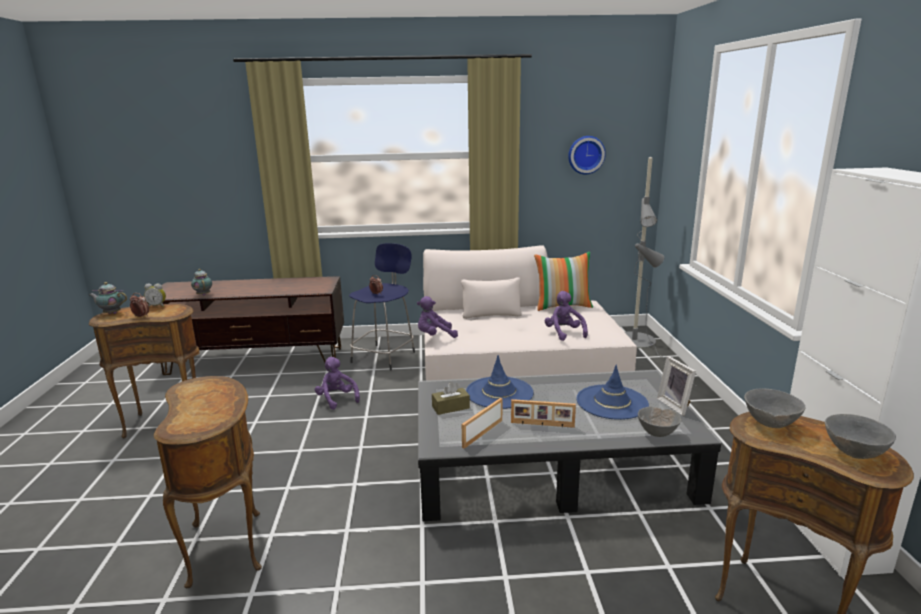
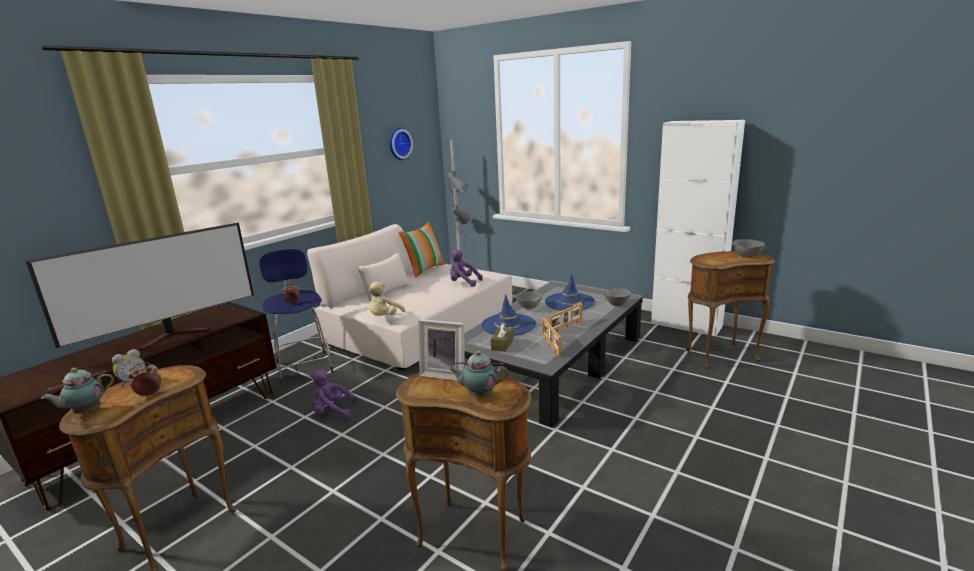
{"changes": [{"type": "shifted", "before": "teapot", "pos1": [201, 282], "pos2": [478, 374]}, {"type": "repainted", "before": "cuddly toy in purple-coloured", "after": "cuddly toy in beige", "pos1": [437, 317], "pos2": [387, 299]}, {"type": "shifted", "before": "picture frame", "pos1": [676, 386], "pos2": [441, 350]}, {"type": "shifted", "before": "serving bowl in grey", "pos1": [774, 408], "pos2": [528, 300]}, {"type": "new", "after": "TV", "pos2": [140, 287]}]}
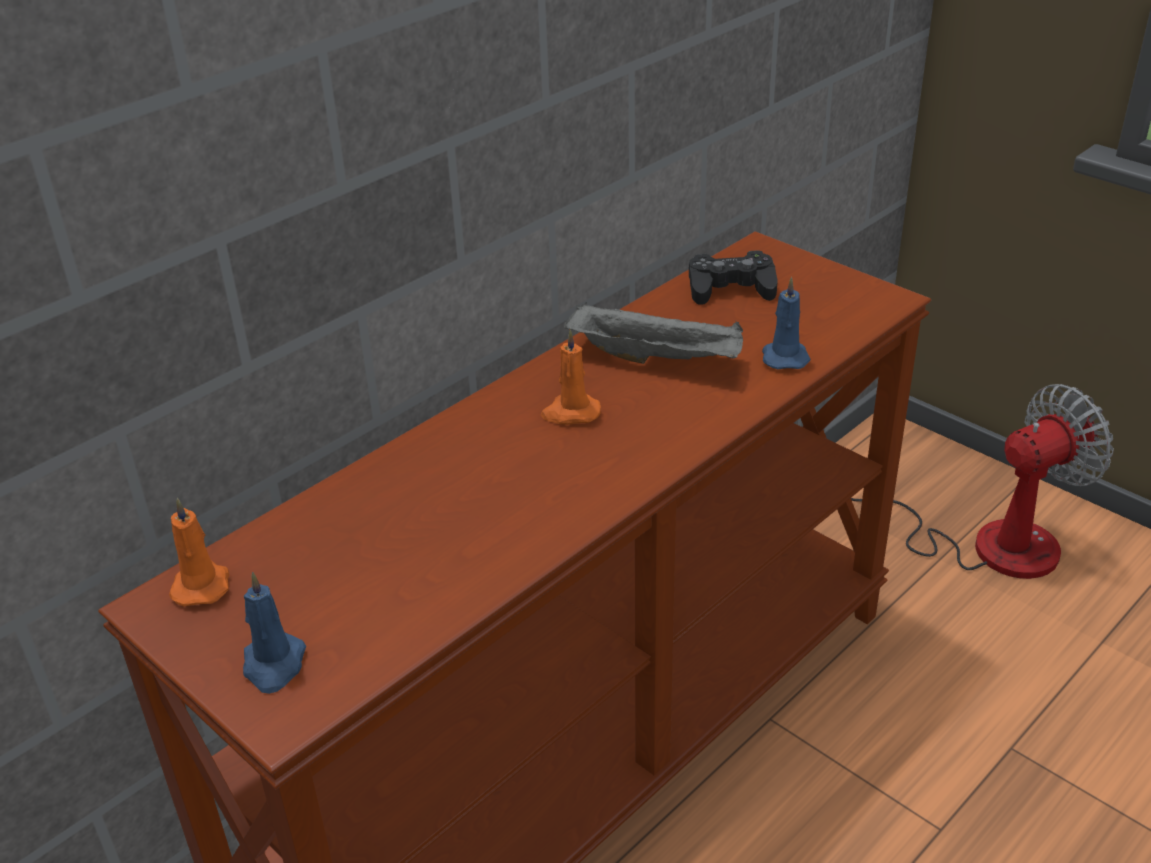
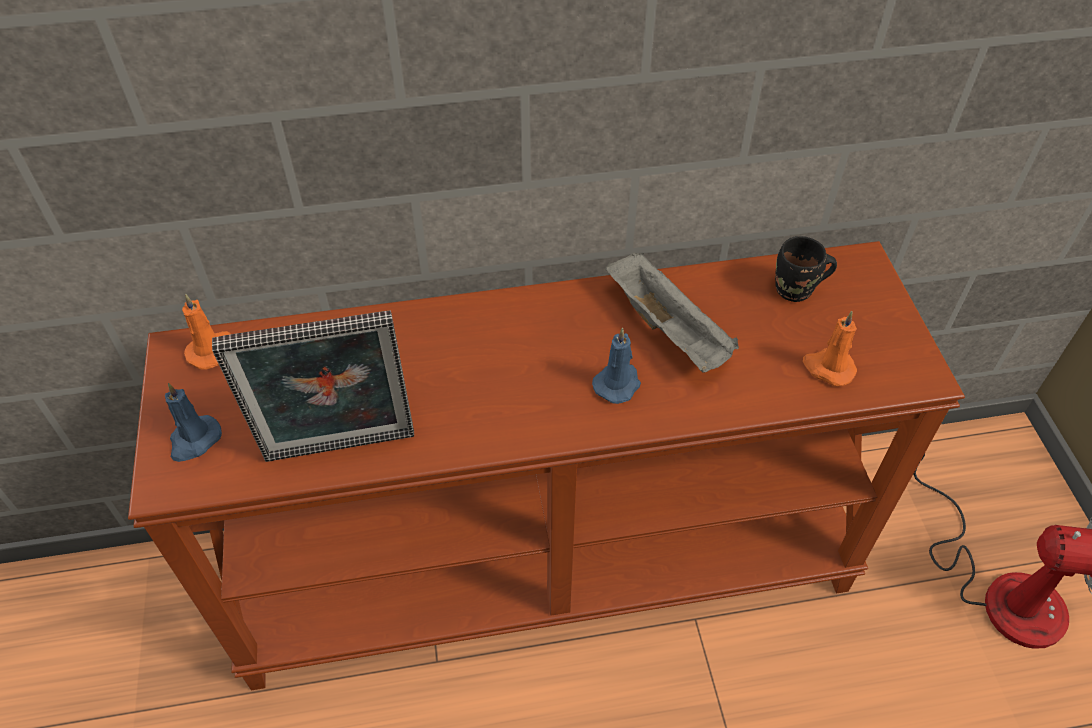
{"changes": [{"type": "shifted", "before": "wax light in orange-coloured", "pos1": [571, 377], "pos2": [830, 348]}, {"type": "swapped", "before": "game controller in blackish", "after": "mug in blackish", "pos1": [733, 277], "pos2": [806, 269]}, {"type": "shifted", "before": "wax light in bluish", "pos1": [786, 323], "pos2": [616, 365]}, {"type": "new", "after": "picture frame", "pos2": [313, 386]}]}
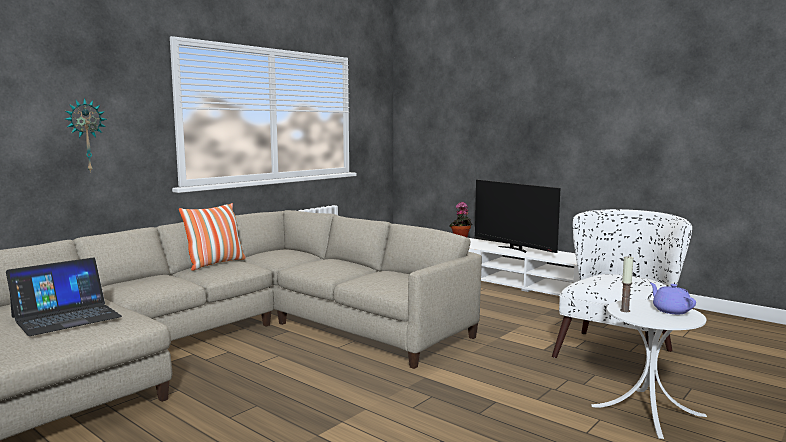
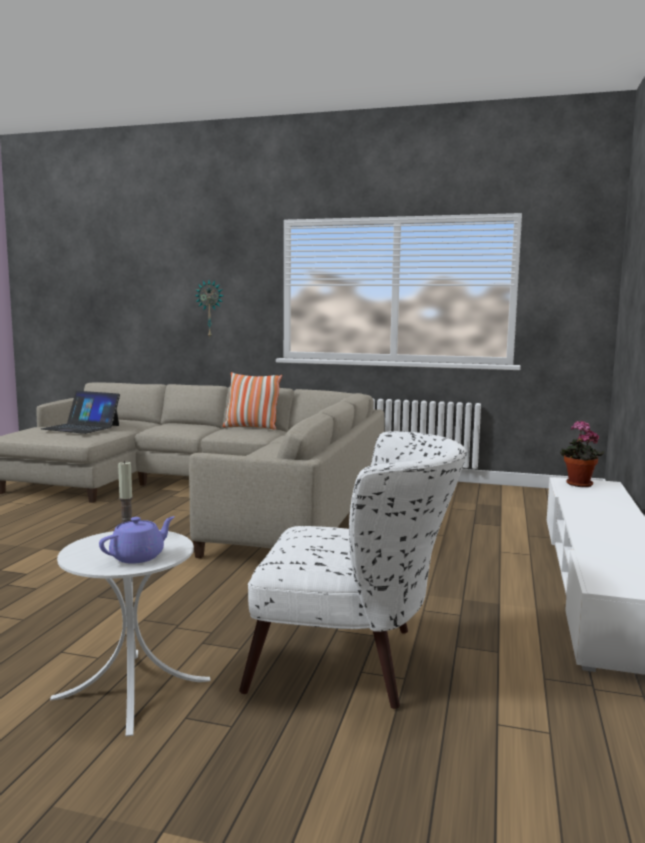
{"changes": [{"type": "gone", "before": "TV", "pos1": [517, 216]}]}
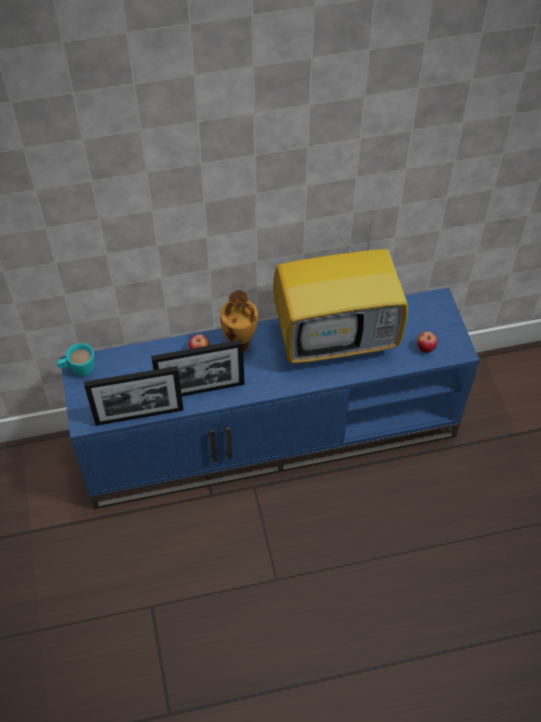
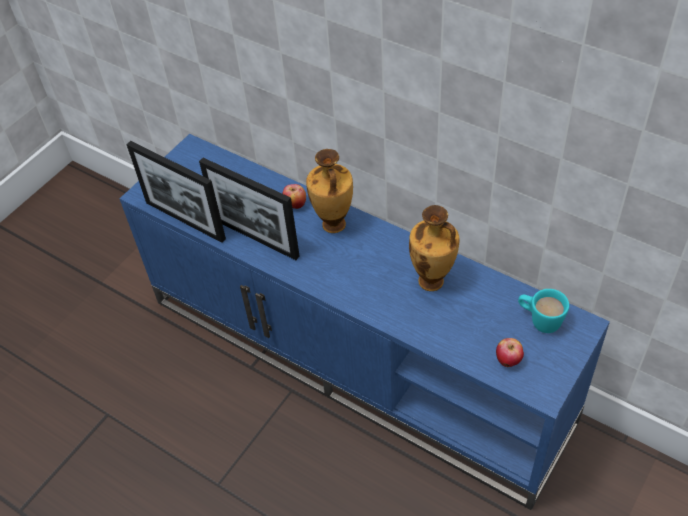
{"changes": [{"type": "shifted", "before": "mug in turquoise", "pos1": [75, 359], "pos2": [543, 311]}, {"type": "swapped", "before": "TV", "after": "flower vase", "pos1": [340, 284], "pos2": [434, 248]}]}
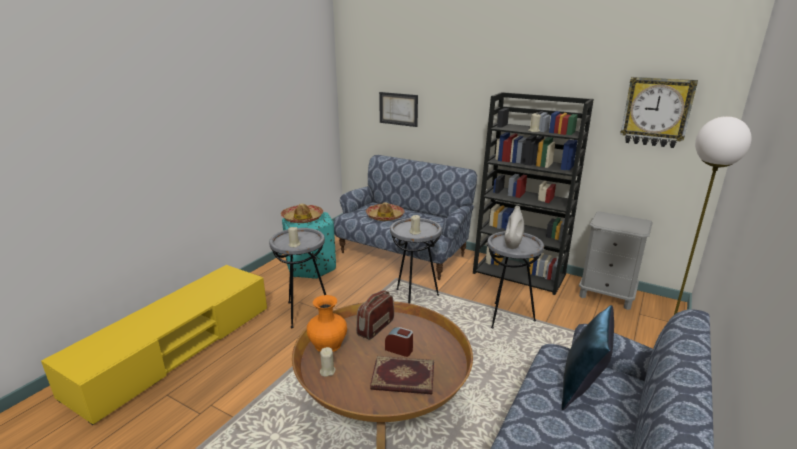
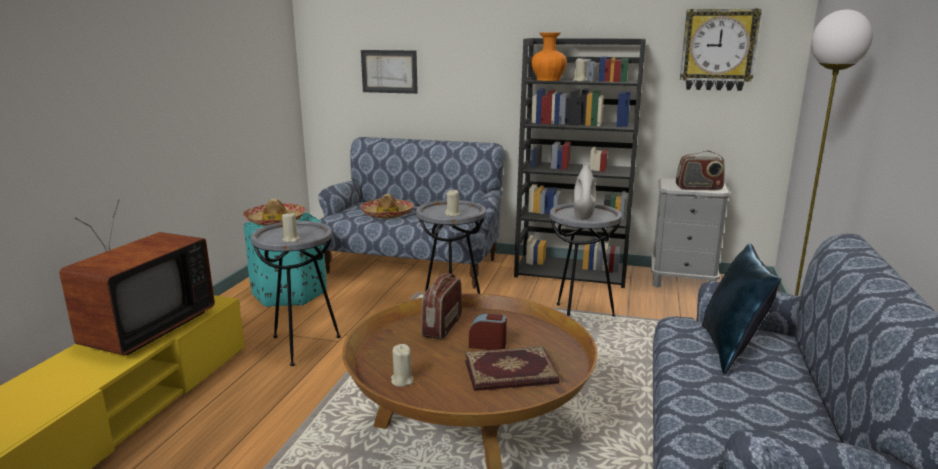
{"changes": [{"type": "shifted", "before": "flower vase in orange-coloured", "pos1": [327, 323], "pos2": [549, 56]}, {"type": "new", "after": "TV", "pos2": [137, 277]}, {"type": "new", "after": "radio receiver", "pos2": [700, 170]}]}
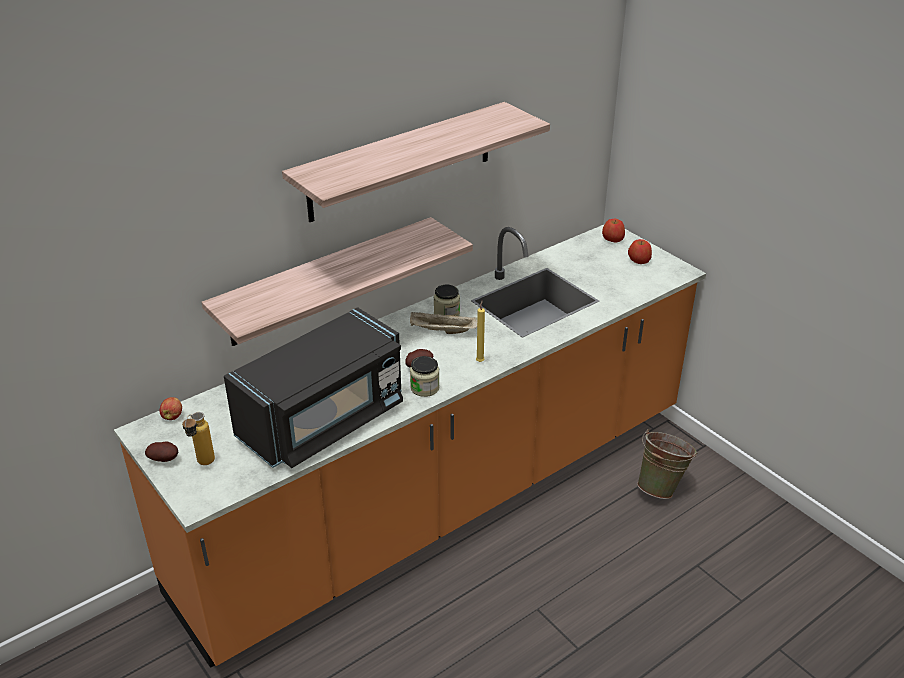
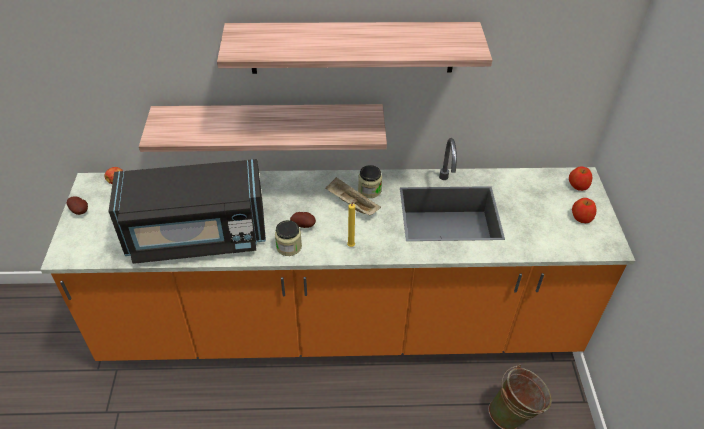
{"changes": [{"type": "gone", "before": "drink bottle", "pos1": [198, 438]}]}
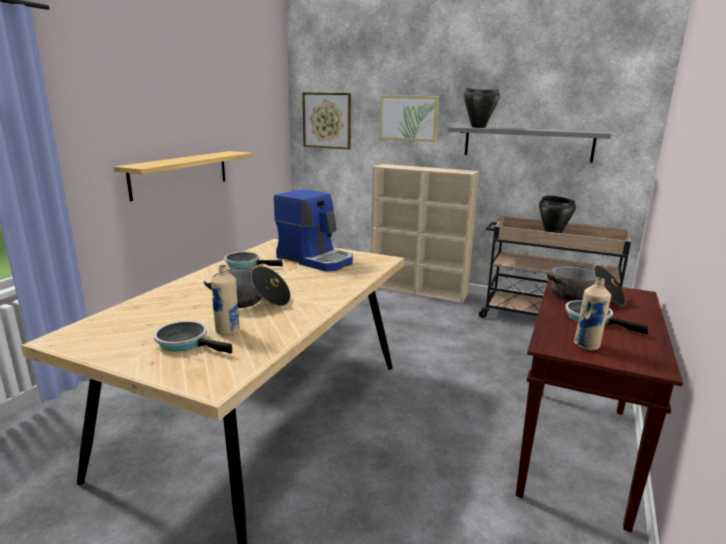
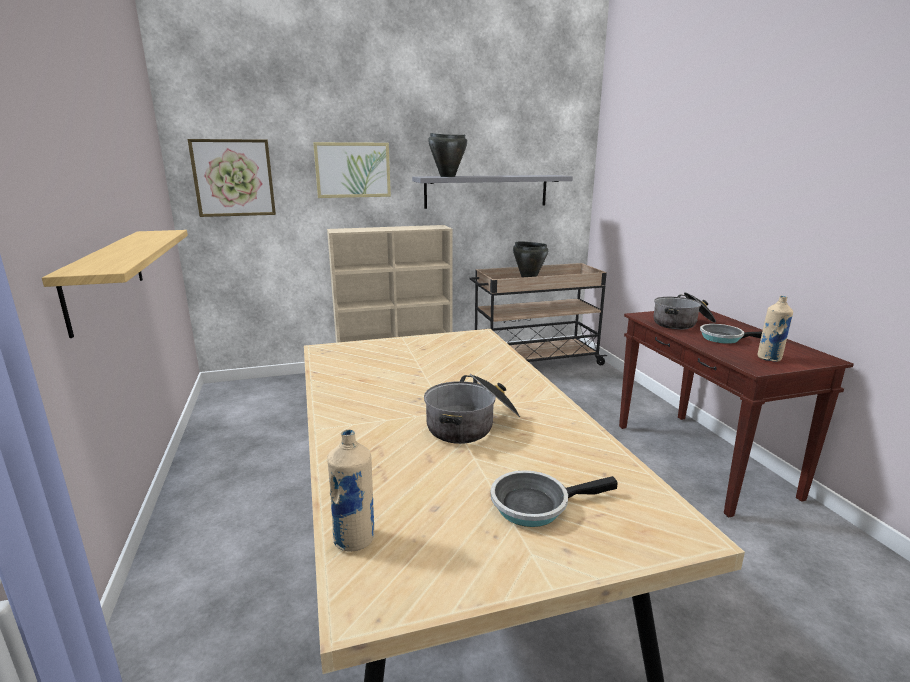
{"changes": [{"type": "shifted", "before": "drink bottle in beige", "pos1": [225, 300], "pos2": [351, 490]}, {"type": "gone", "before": "frying pan", "pos1": [253, 260]}, {"type": "gone", "before": "coffee machine", "pos1": [313, 230]}]}
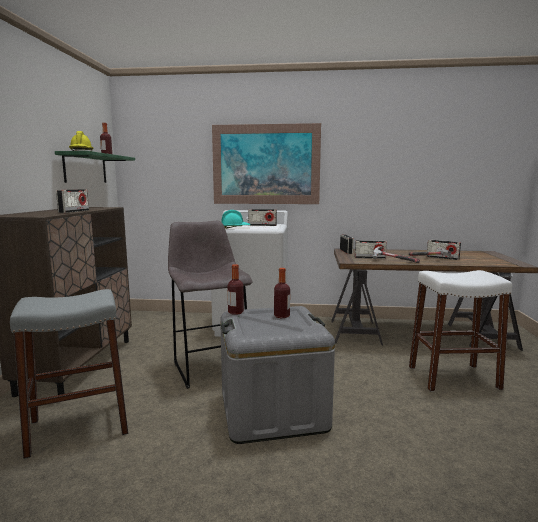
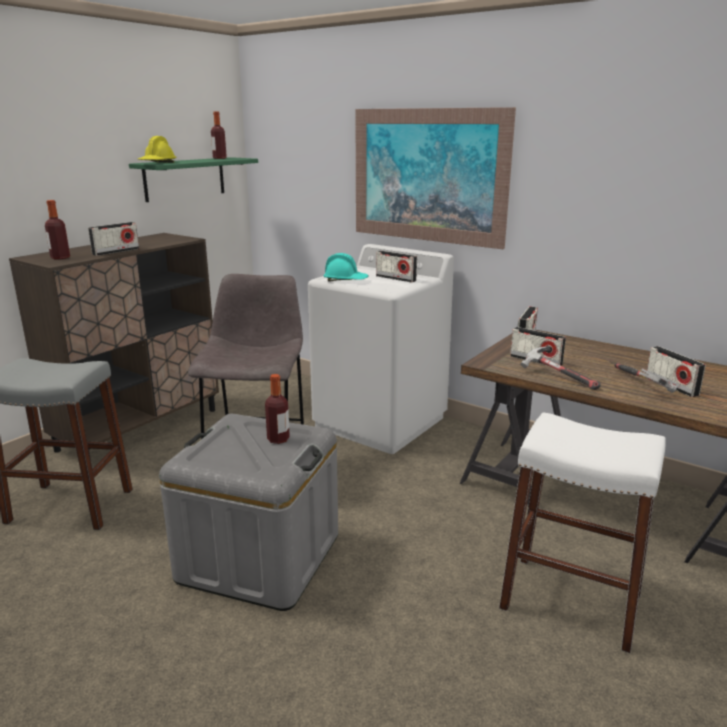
{"changes": [{"type": "shifted", "before": "drink bottle", "pos1": [236, 289], "pos2": [57, 229]}]}
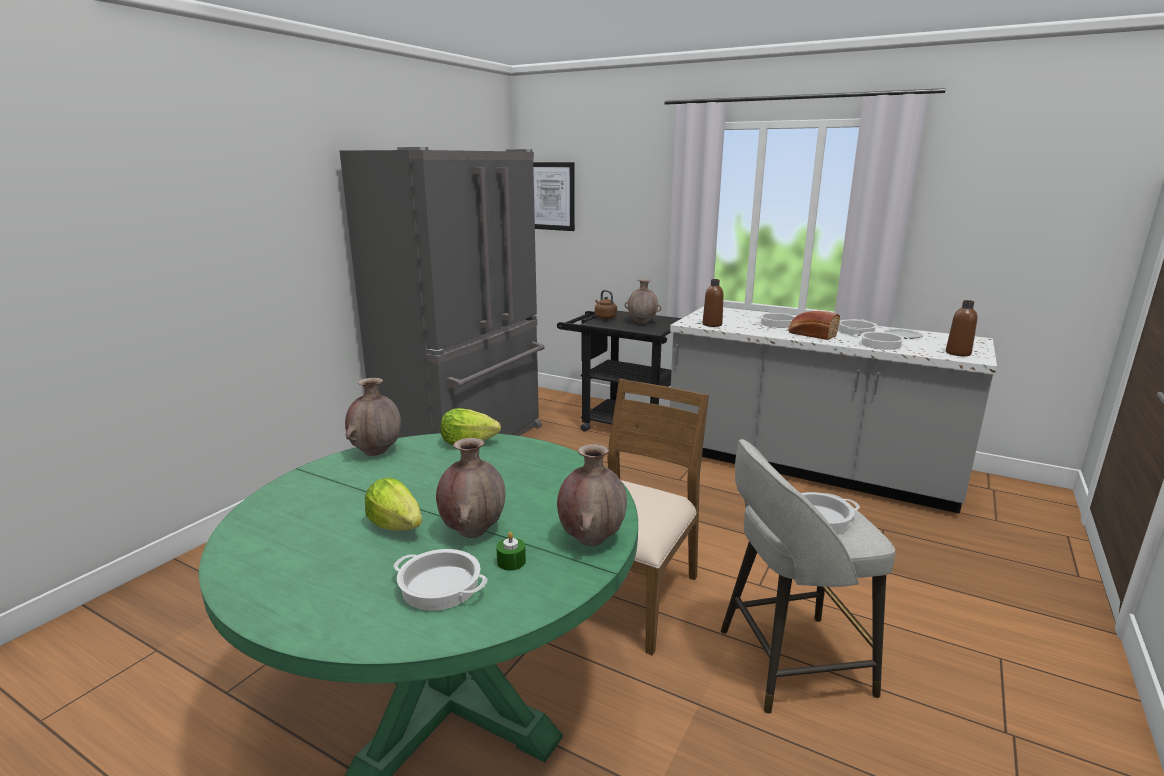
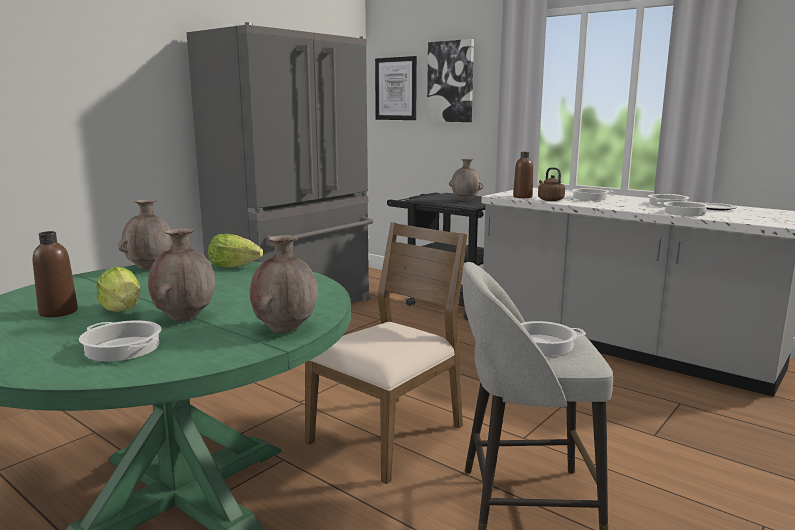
{"changes": [{"type": "gone", "before": "wax light in green-coloured", "pos1": [511, 551]}, {"type": "shifted", "before": "kettle in brown", "pos1": [606, 304], "pos2": [551, 184]}, {"type": "gone", "before": "bakery bread", "pos1": [814, 325]}, {"type": "shifted", "before": "drink bottle in brown", "pos1": [962, 328], "pos2": [55, 274]}, {"type": "new", "after": "wall art", "pos2": [450, 80]}]}
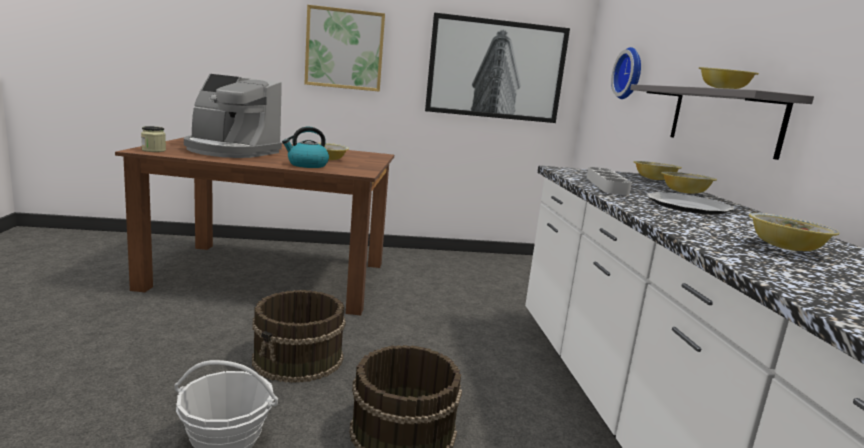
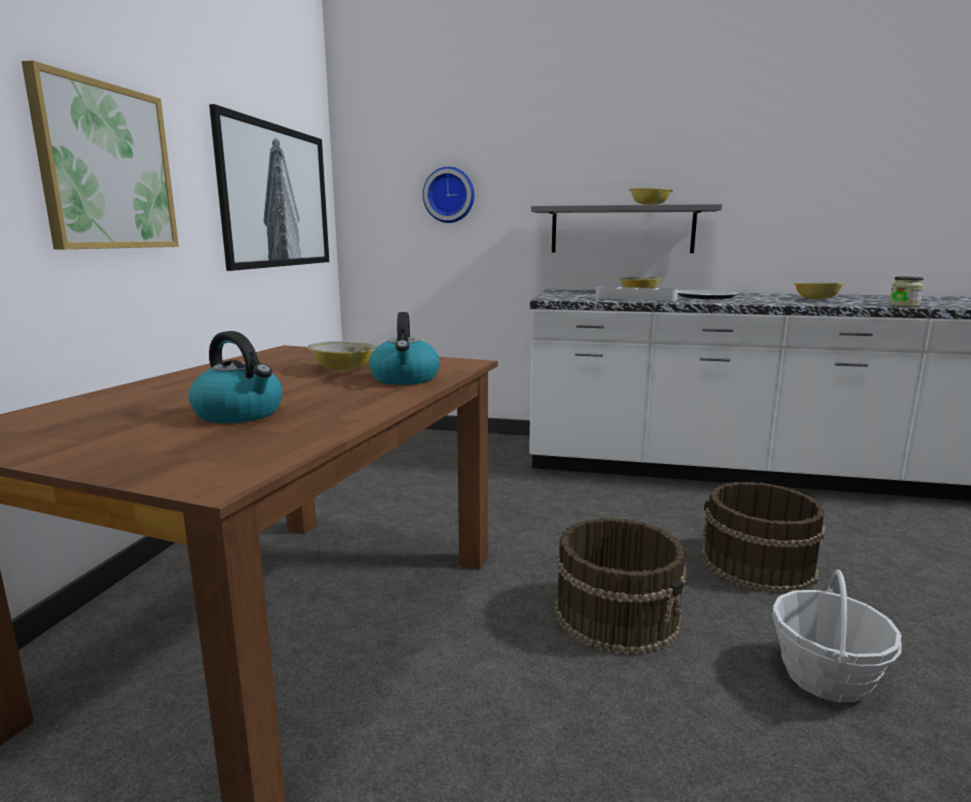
{"changes": [{"type": "shifted", "before": "preserve jar", "pos1": [153, 139], "pos2": [906, 291]}, {"type": "swapped", "before": "coffee machine", "after": "kettle", "pos1": [233, 116], "pos2": [235, 377]}, {"type": "gone", "before": "serving bowl", "pos1": [658, 170]}]}
